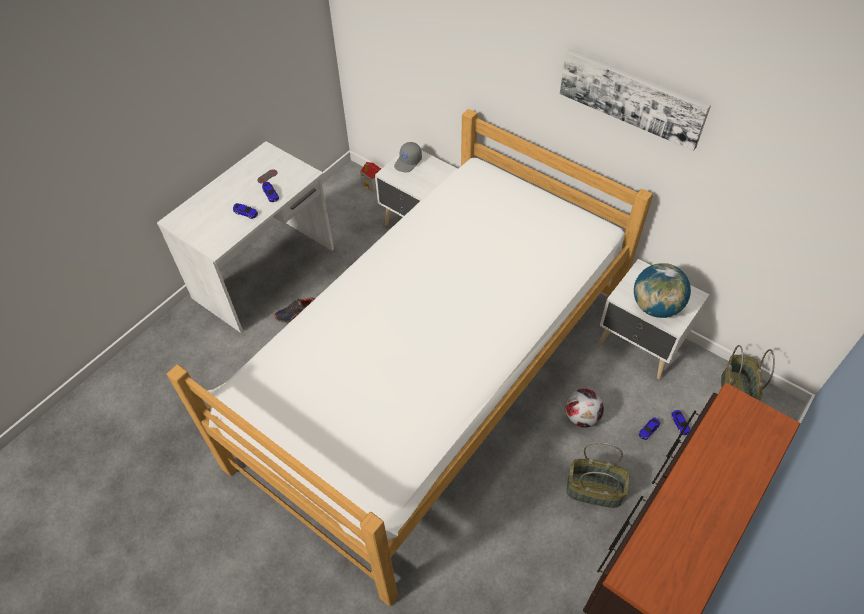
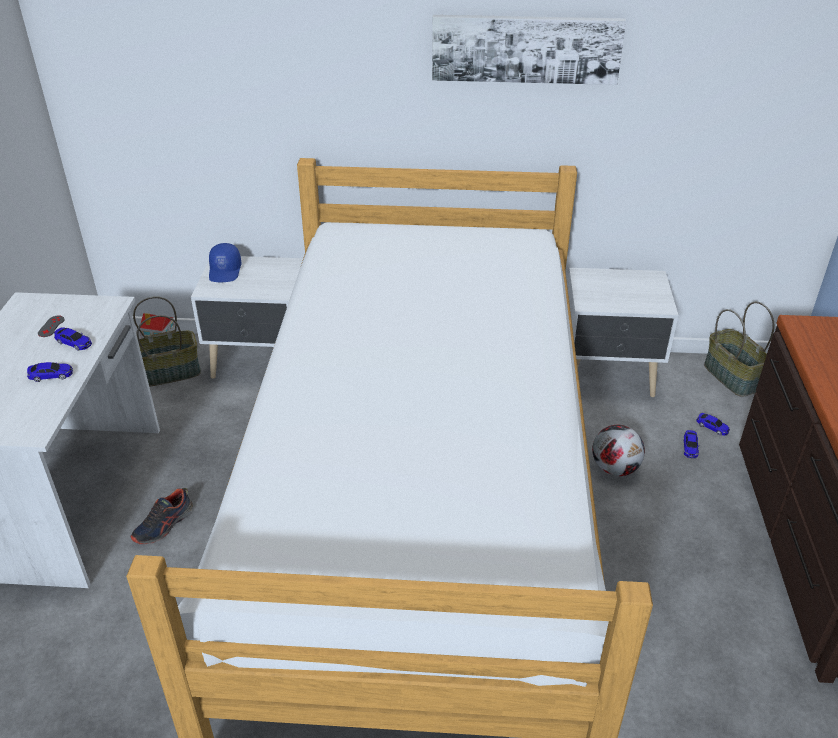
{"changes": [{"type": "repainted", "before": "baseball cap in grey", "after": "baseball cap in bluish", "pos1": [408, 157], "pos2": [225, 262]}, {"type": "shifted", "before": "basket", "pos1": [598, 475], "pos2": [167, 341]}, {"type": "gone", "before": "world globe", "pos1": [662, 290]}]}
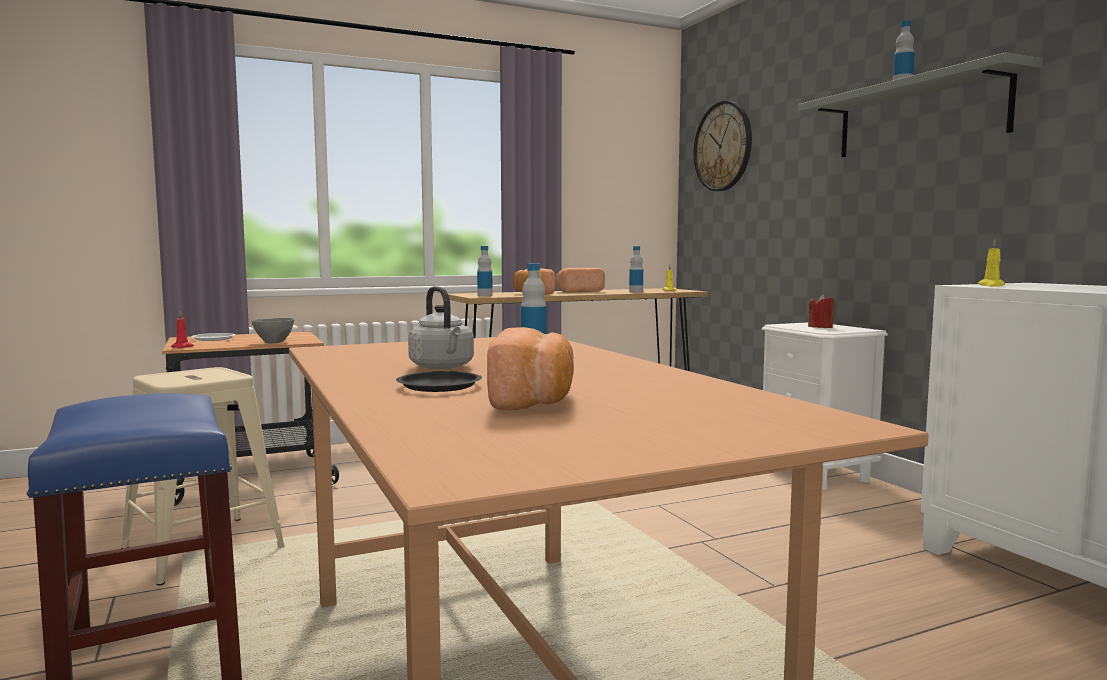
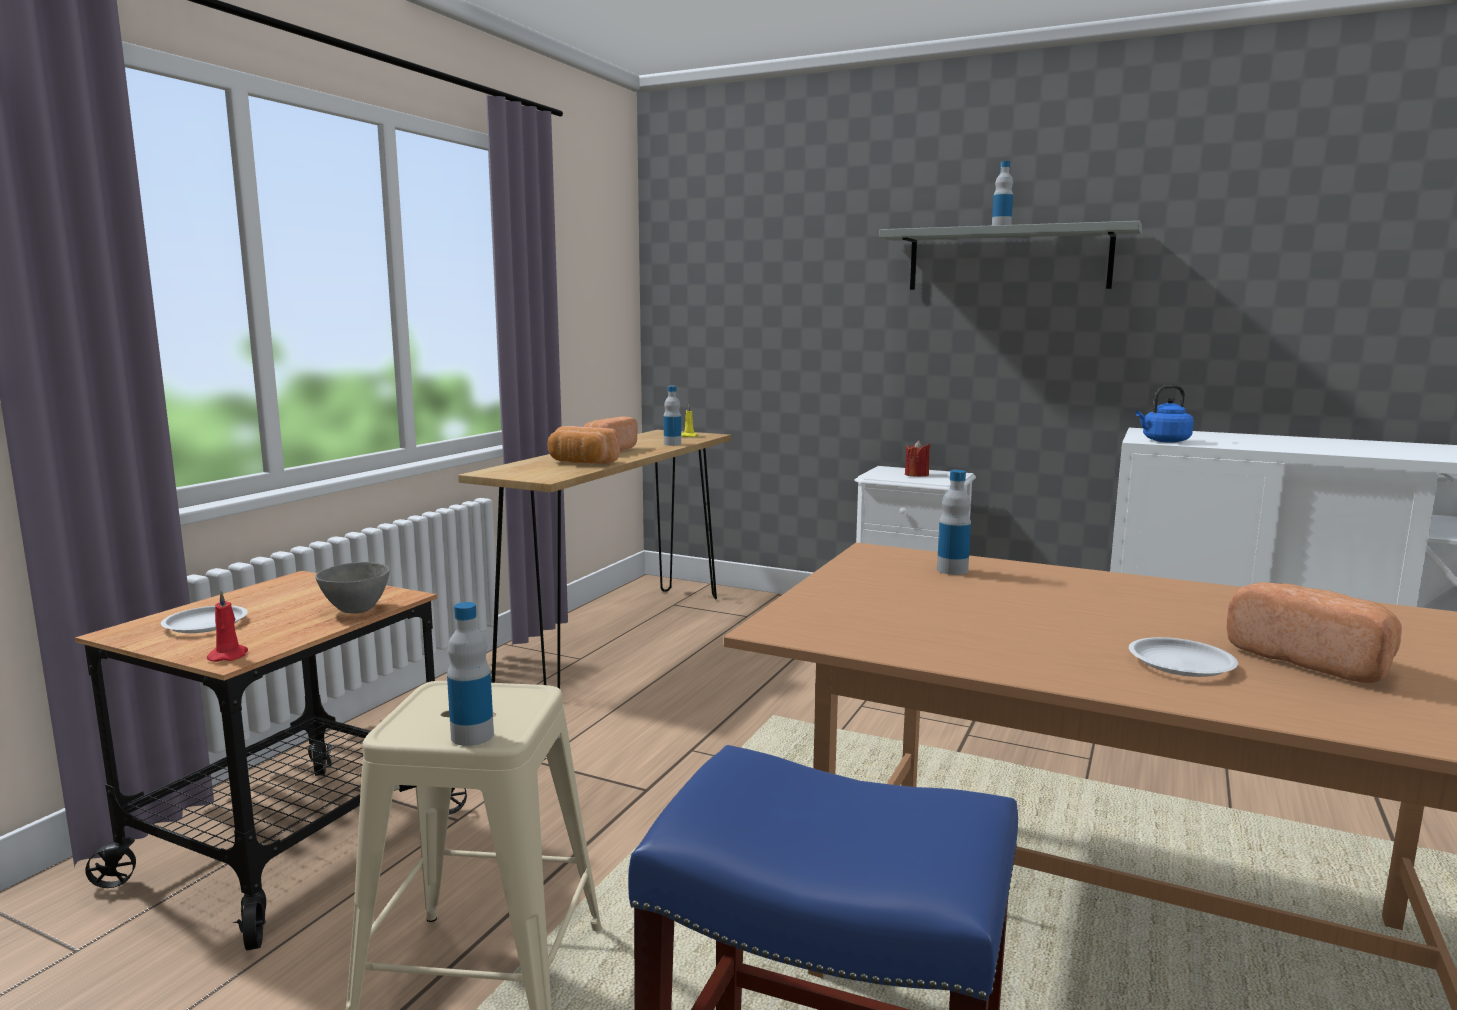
{"changes": [{"type": "repainted", "before": "plate in blackish", "after": "plate in white", "pos1": [439, 381], "pos2": [1183, 657]}, {"type": "gone", "before": "kettle in grey", "pos1": [441, 327]}, {"type": "shifted", "before": "drink bottle", "pos1": [485, 271], "pos2": [470, 674]}, {"type": "gone", "before": "wall clock", "pos1": [722, 146]}, {"type": "swapped", "before": "wax light in yellow", "after": "kettle in bluish", "pos1": [991, 263], "pos2": [1165, 414]}]}
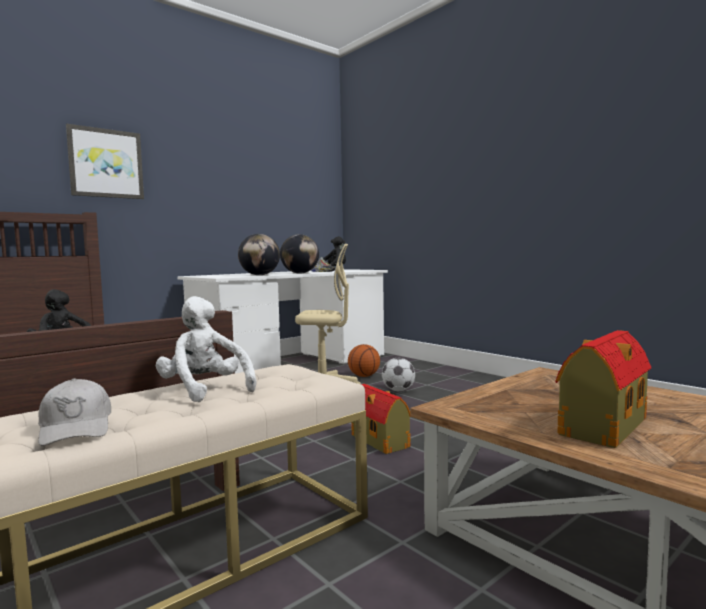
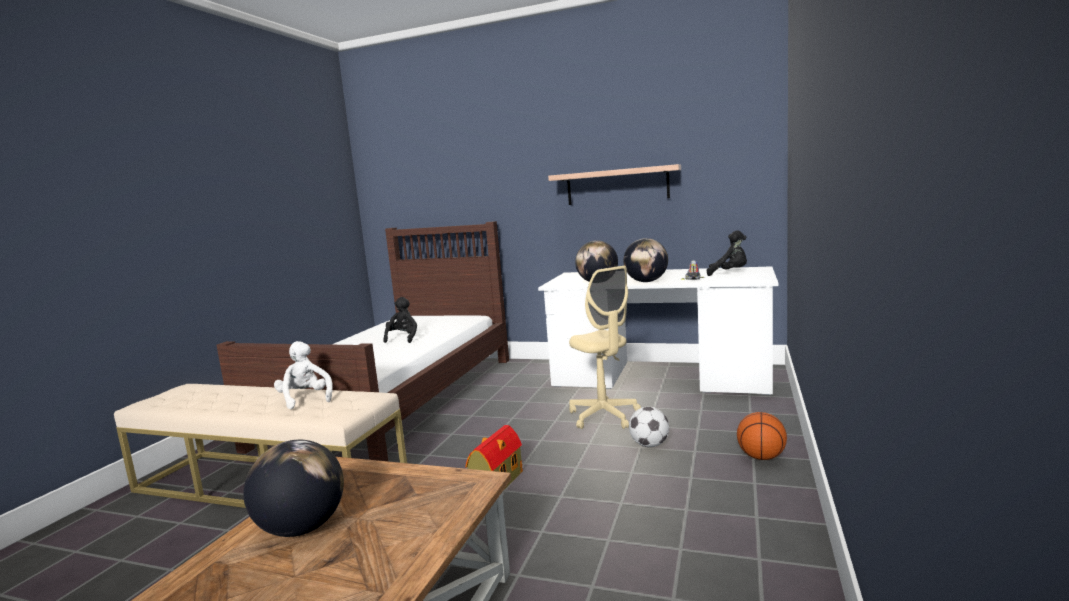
{"changes": [{"type": "gone", "before": "baseball cap in white", "pos1": [74, 412]}, {"type": "gone", "before": "wall art", "pos1": [105, 161]}, {"type": "rotated", "before": "cuddly toy in white", "pos1": [206, 349], "pos2": [303, 375], "turn": -45}, {"type": "shifted", "before": "basketball", "pos1": [364, 360], "pos2": [762, 436]}, {"type": "swapped", "before": "model house", "after": "world globe", "pos1": [603, 389], "pos2": [294, 488]}, {"type": "new", "after": "shelf", "pos2": [614, 184]}]}
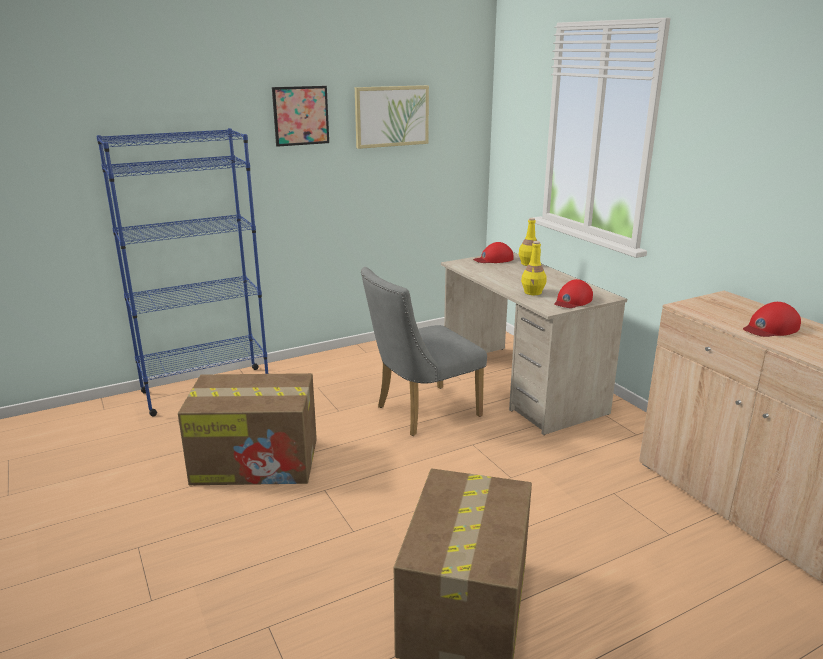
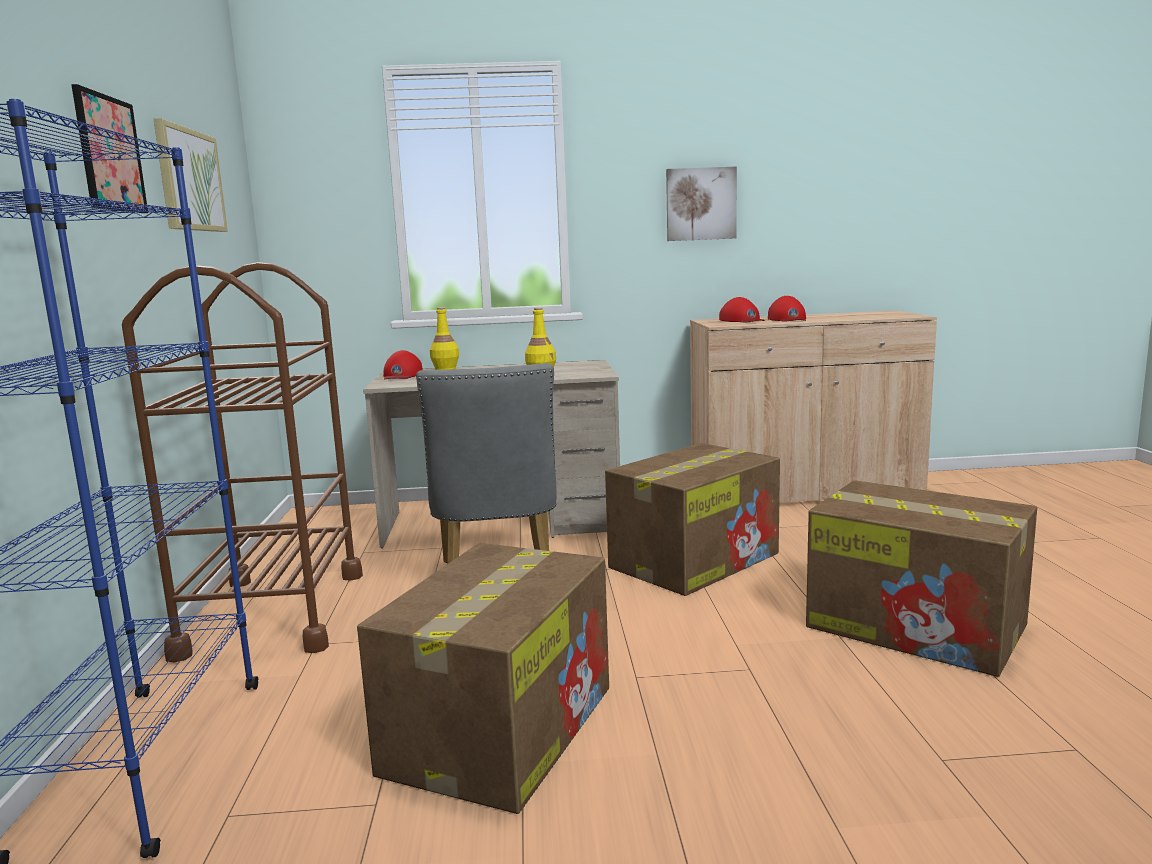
{"changes": [{"type": "shifted", "before": "baseball cap in reddish", "pos1": [573, 293], "pos2": [742, 309]}, {"type": "new", "after": "wheeled cart in brown", "pos2": [242, 462]}, {"type": "new", "after": "carton", "pos2": [692, 519]}, {"type": "new", "after": "wall art", "pos2": [701, 203]}]}
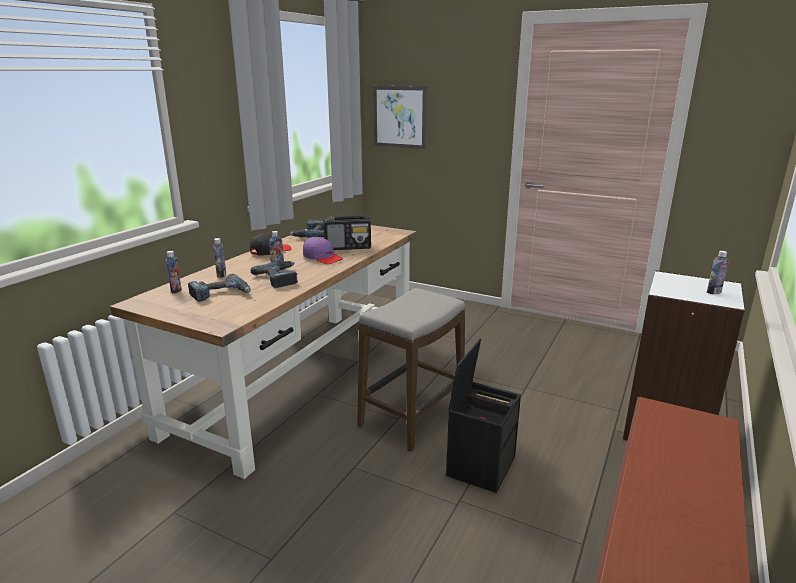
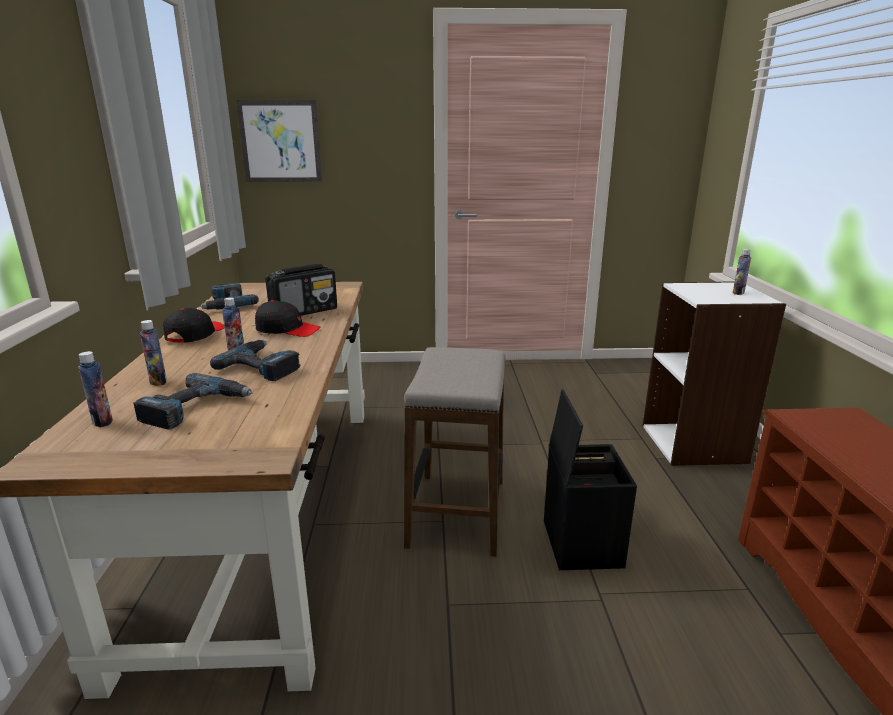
{"changes": [{"type": "repainted", "before": "baseball cap in purple-coloured", "after": "baseball cap in blackish", "pos1": [323, 250], "pos2": [288, 318]}]}
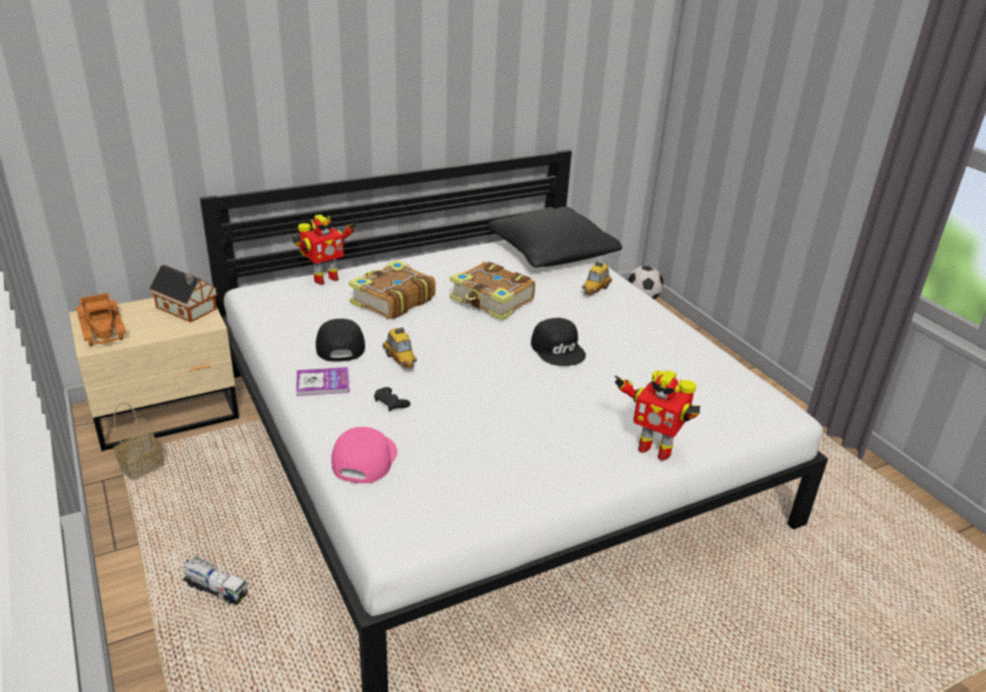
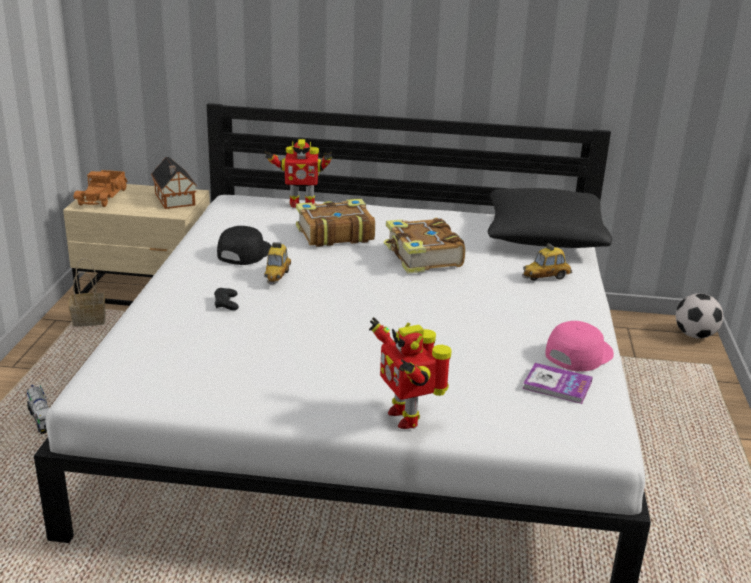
{"changes": [{"type": "shifted", "before": "book", "pos1": [323, 381], "pos2": [558, 383]}, {"type": "shifted", "before": "baseball cap in pinkish", "pos1": [364, 455], "pos2": [579, 346]}, {"type": "gone", "before": "baseball cap in blackish", "pos1": [558, 342]}]}
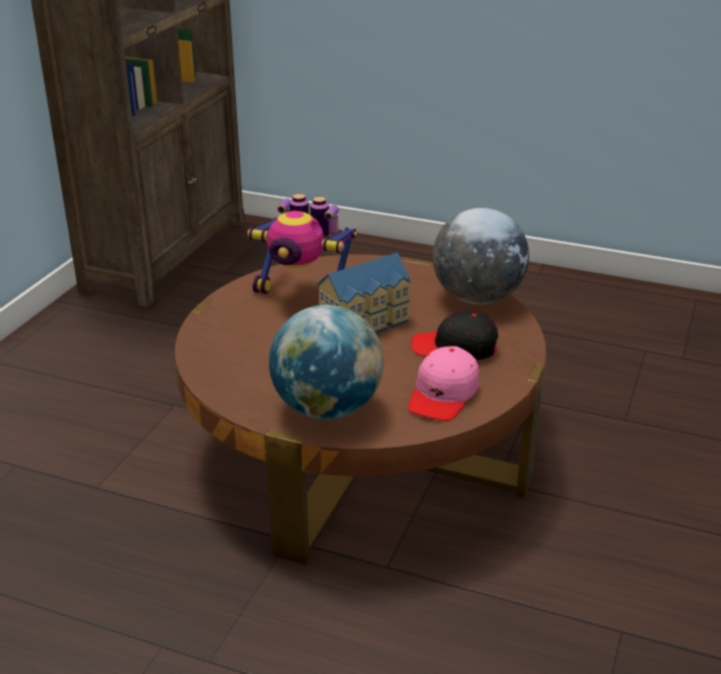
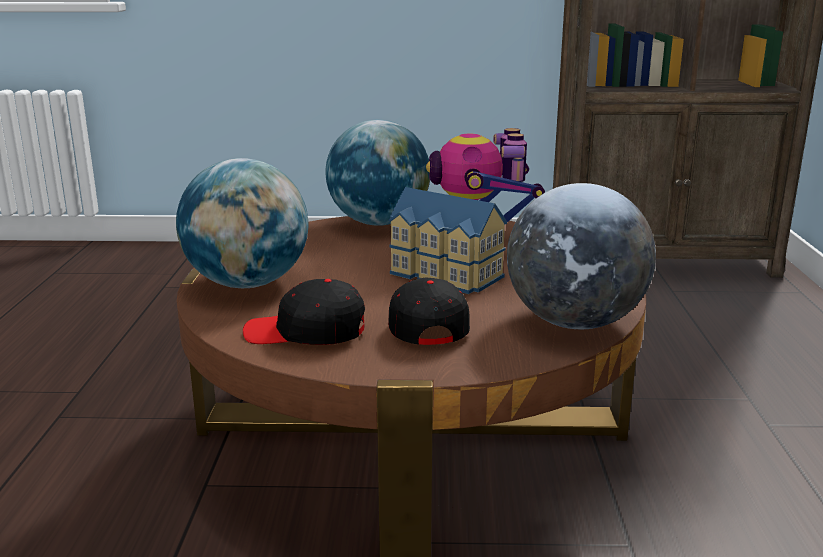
{"changes": [{"type": "repainted", "before": "baseball cap in pinkish", "after": "baseball cap in blackish", "pos1": [443, 383], "pos2": [304, 312]}, {"type": "new", "after": "world globe", "pos2": [377, 173]}]}
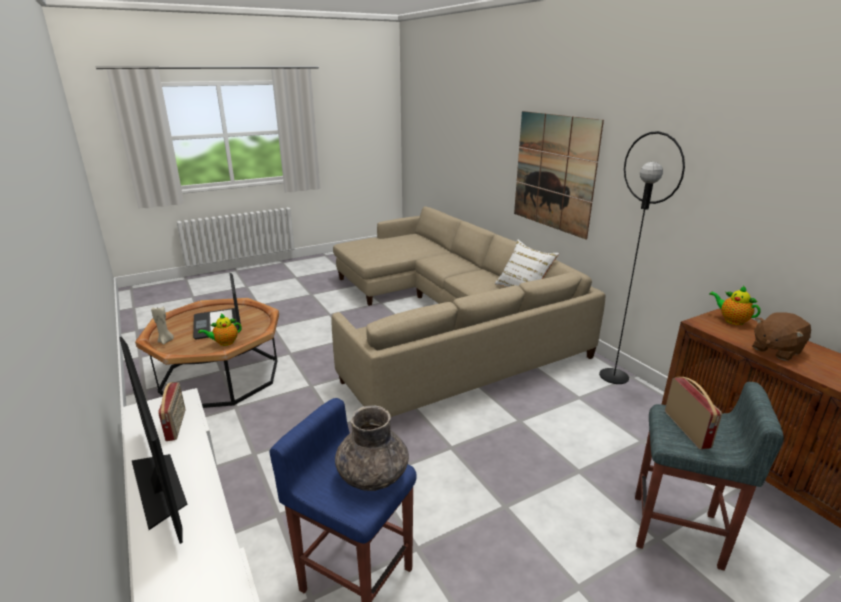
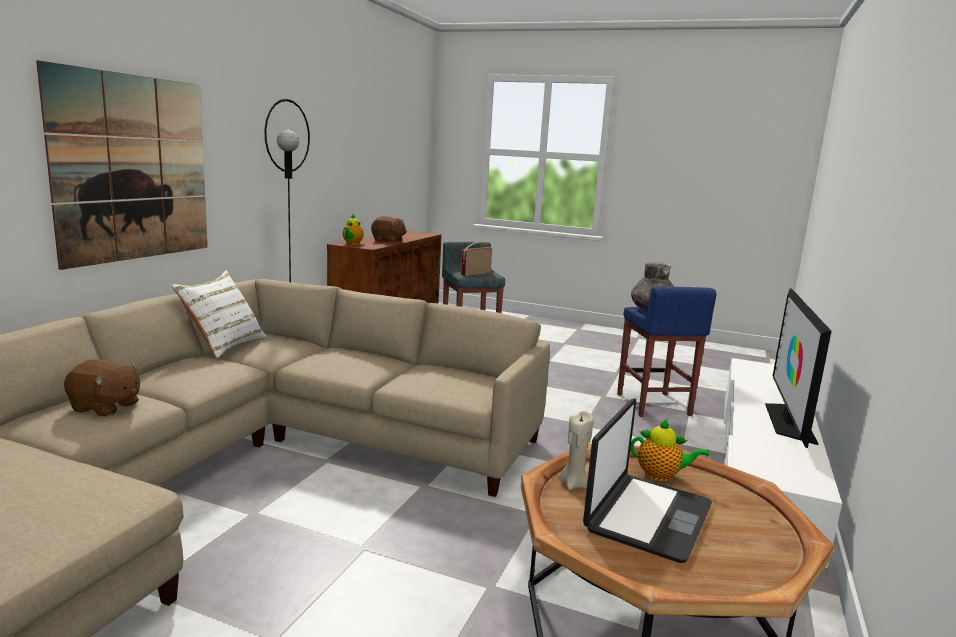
{"changes": [{"type": "shifted", "before": "wax light in beige", "pos1": [162, 326], "pos2": [576, 450]}, {"type": "gone", "before": "radio receiver", "pos1": [171, 411]}, {"type": "new", "after": "cuddly toy in brown", "pos2": [102, 388]}]}
